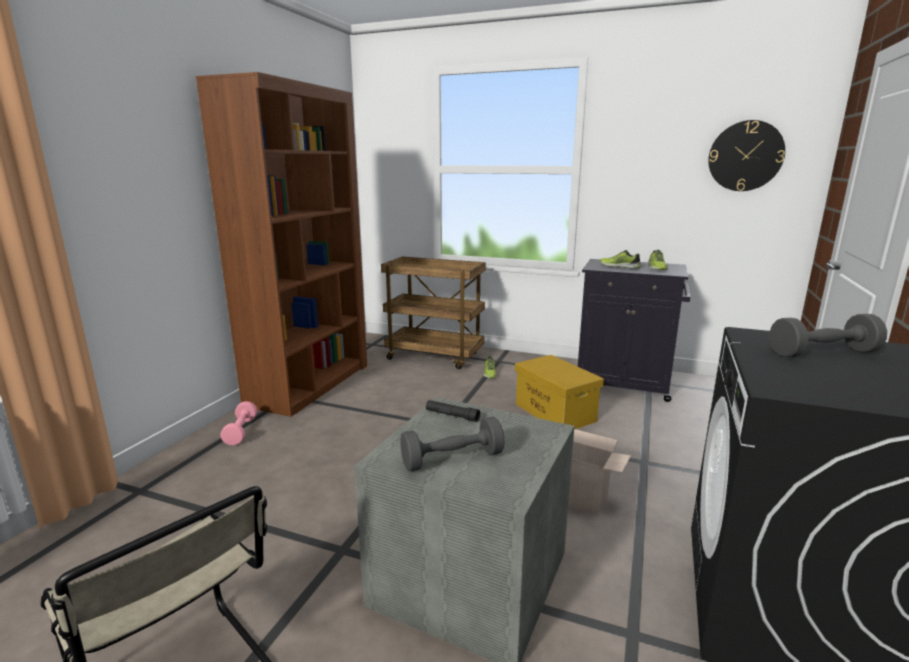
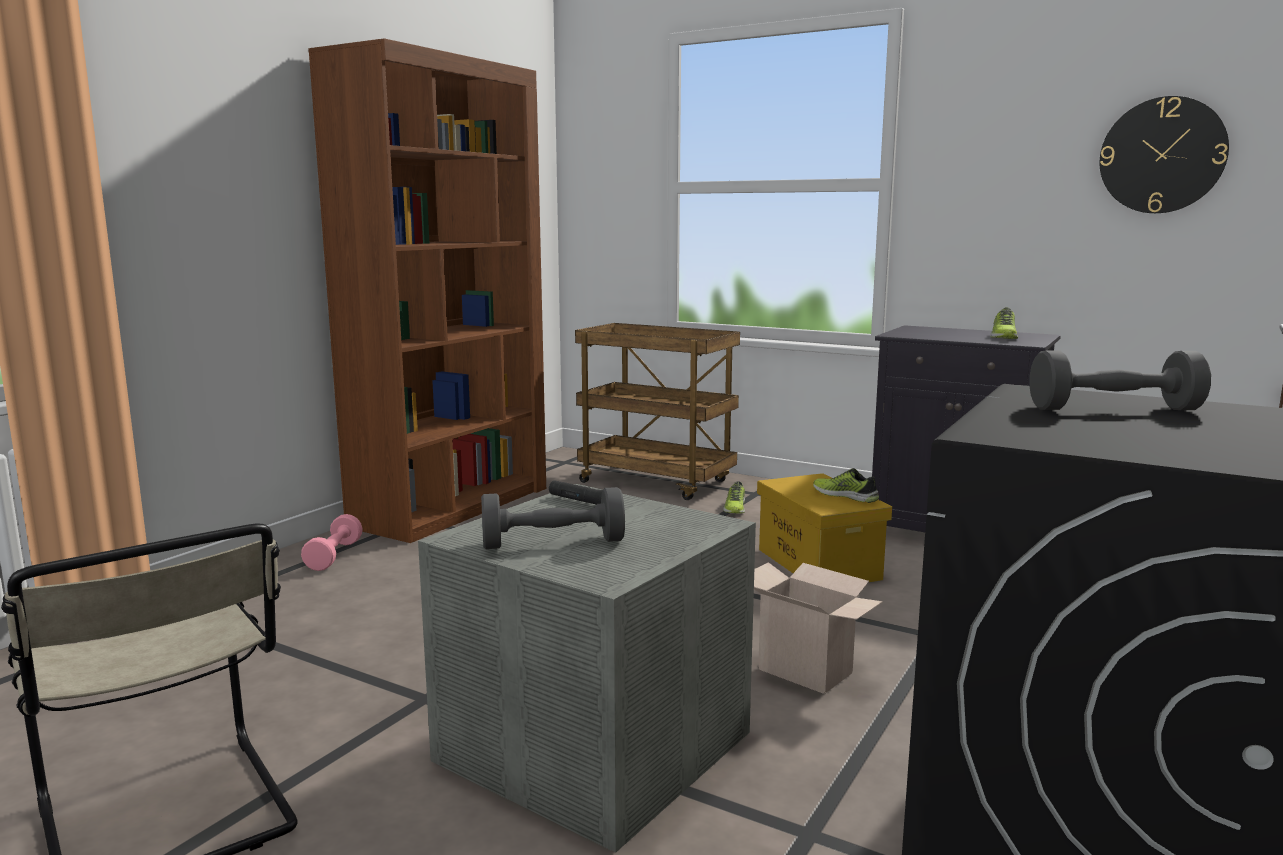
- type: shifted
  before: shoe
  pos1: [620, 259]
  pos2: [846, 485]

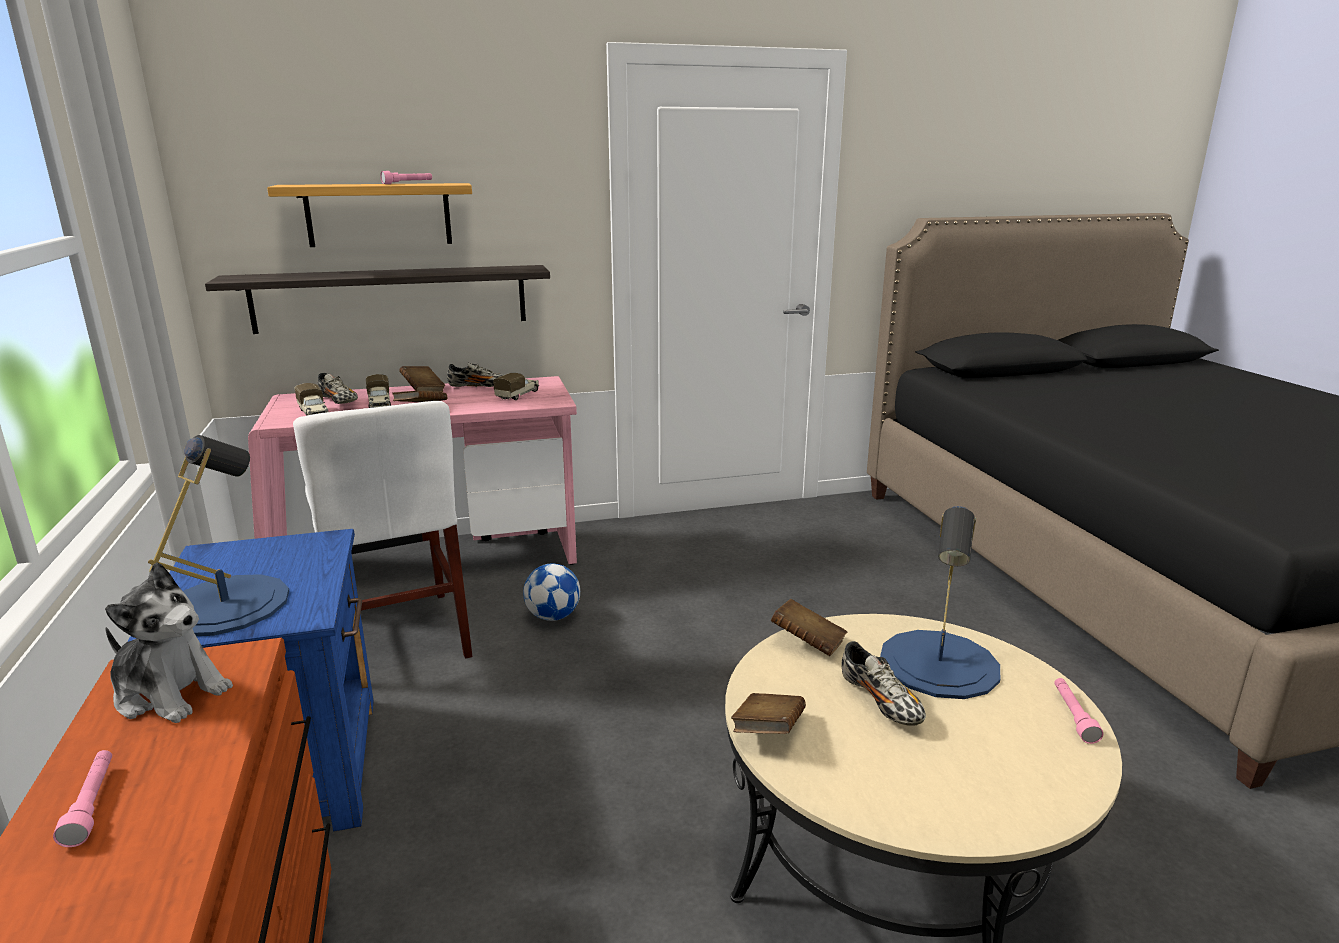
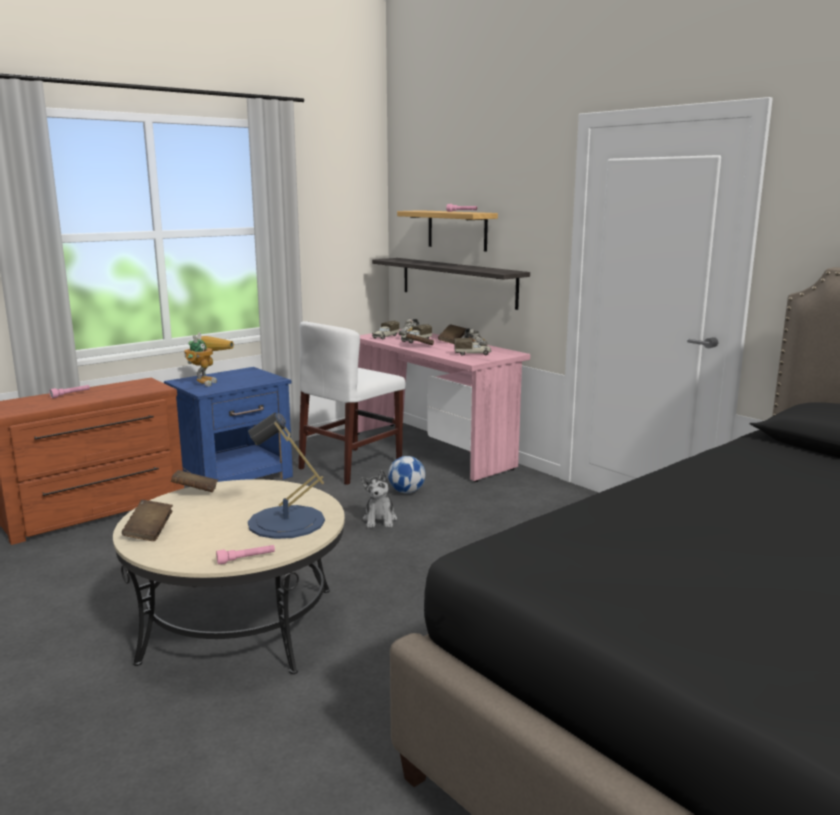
- type: gone
  before: shoe
  pos1: [884, 683]
- type: shifted
  before: plush toy
  pos1: [169, 642]
  pos2: [379, 499]
- type: shifted
  before: book in brown
  pos1: [809, 627]
  pos2: [147, 520]
- type: swapped
  before: table lamp in blue
  after: toy robot
  pos1: [218, 535]
  pos2: [209, 359]

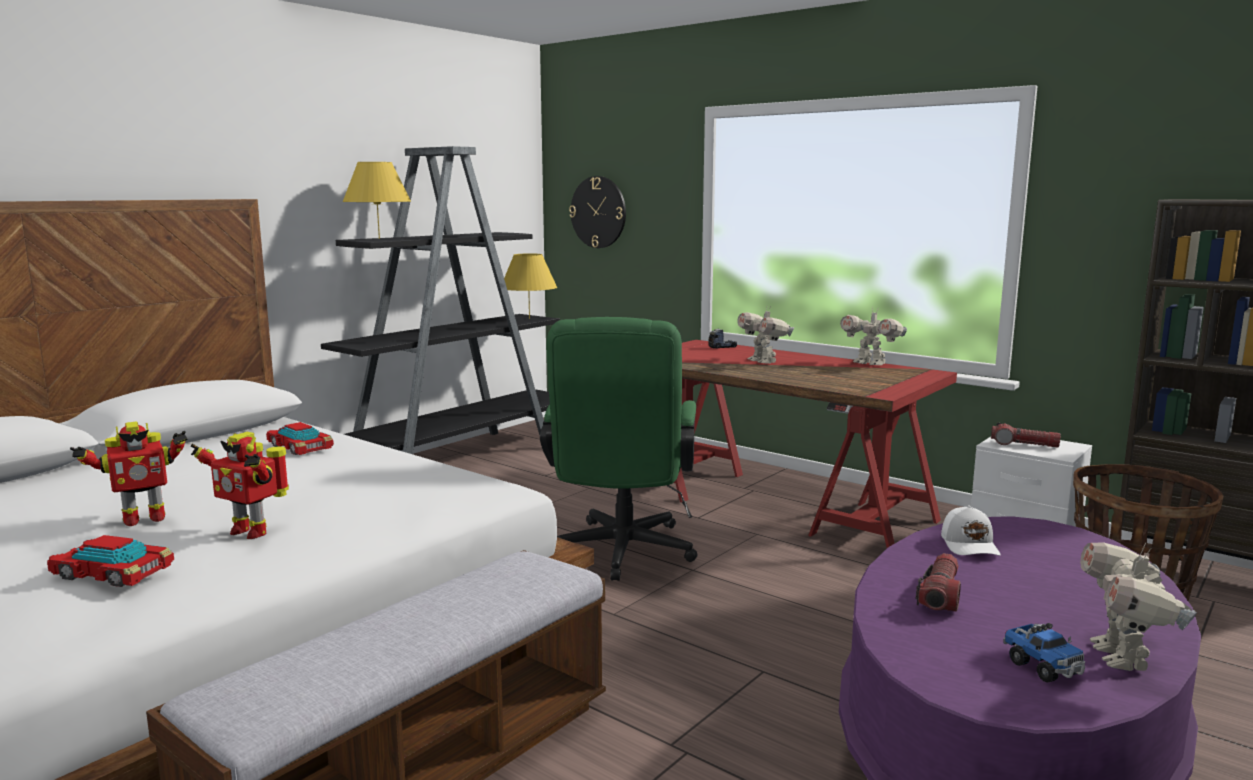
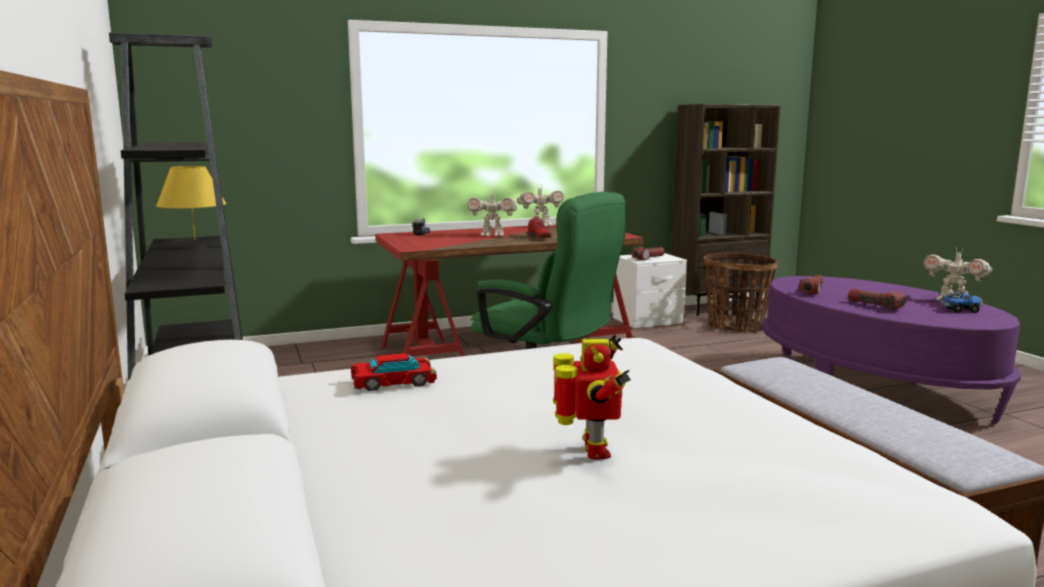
- type: gone
  before: toy car
  pos1: [110, 561]
- type: gone
  before: toy robot
  pos1: [240, 485]
- type: gone
  before: table lamp in yellow
  pos1: [376, 200]
- type: gone
  before: wall clock
  pos1: [597, 212]
- type: new
  after: shoe in red
  pos2: [539, 227]
- type: swapped
  before: cap in white
  after: flashlight
  pos1: [971, 530]
  pos2: [811, 284]

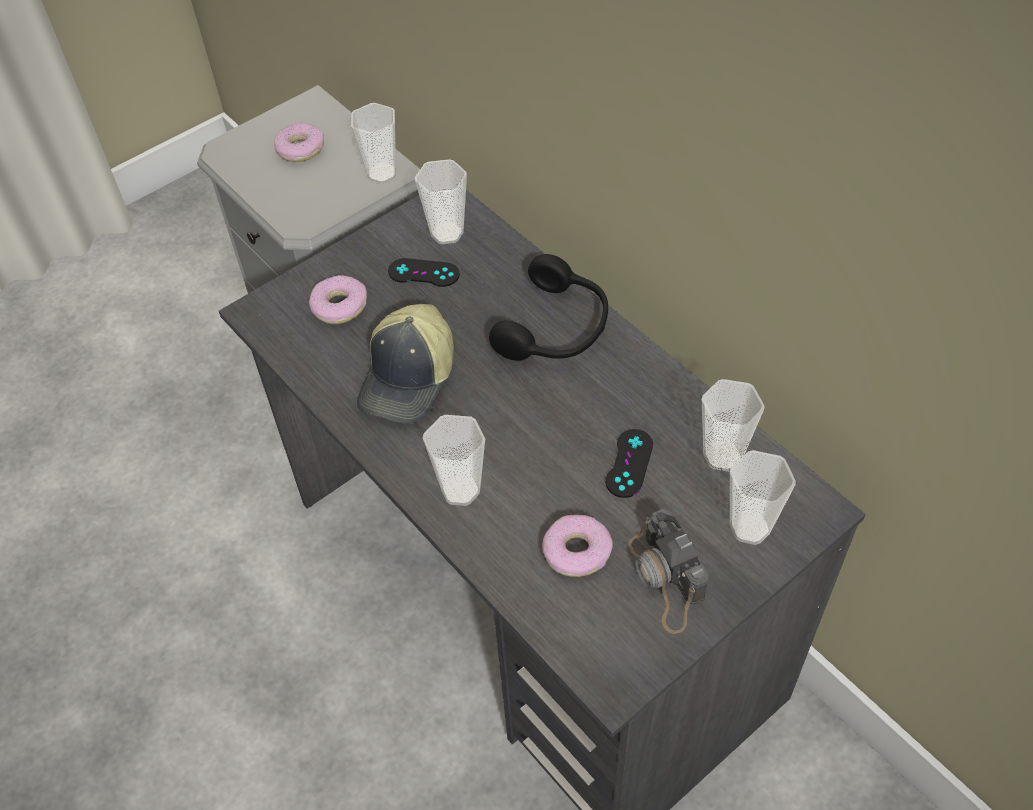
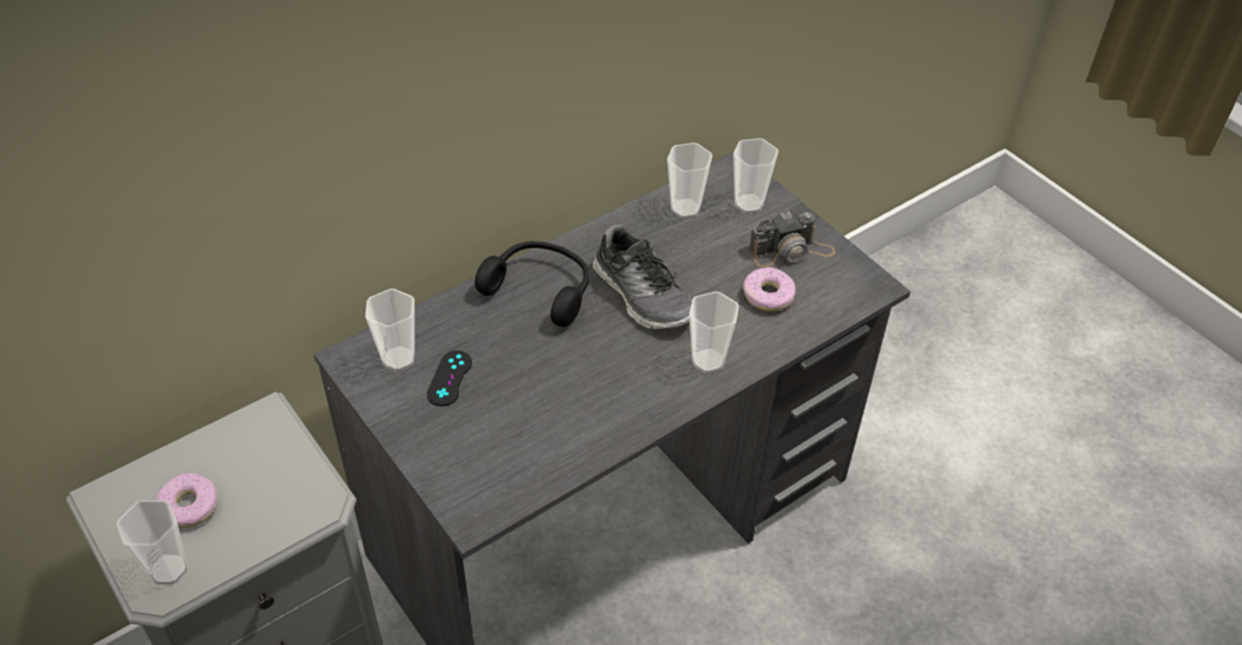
- type: gone
  before: donut
  pos1: [338, 299]
- type: gone
  before: cap
  pos1: [405, 363]
- type: gone
  before: game controller in black
  pos1: [629, 463]
- type: new
  after: shoe
  pos2: [642, 277]
- type: shifted
  before: cup
  pos1: [373, 143]
  pos2: [152, 542]

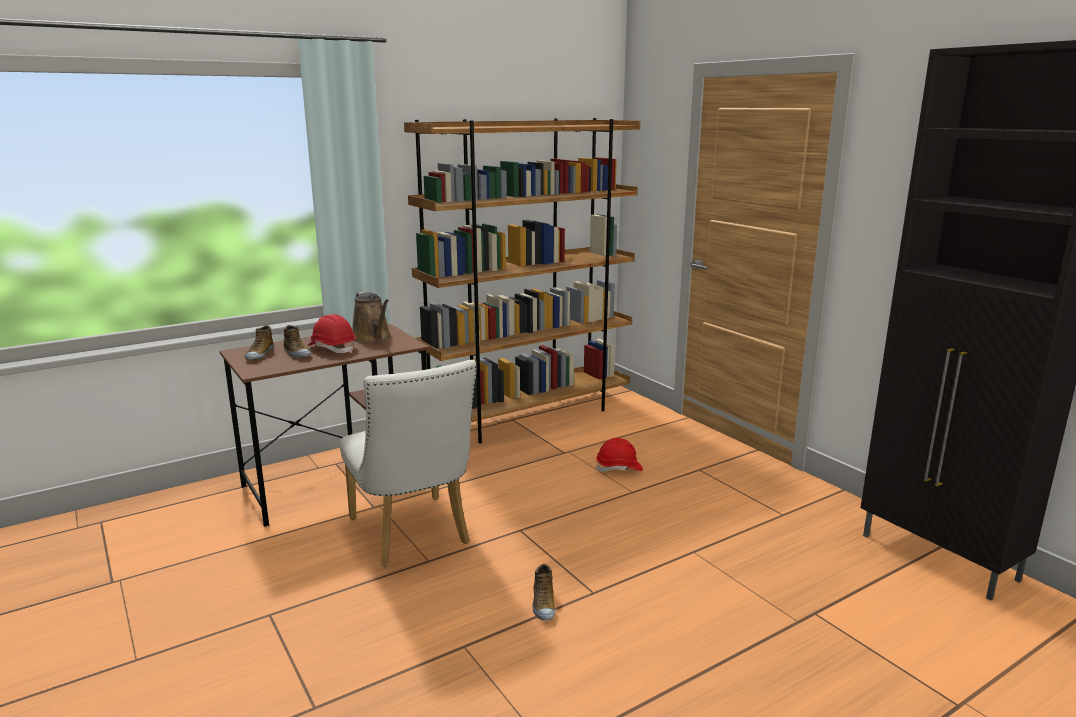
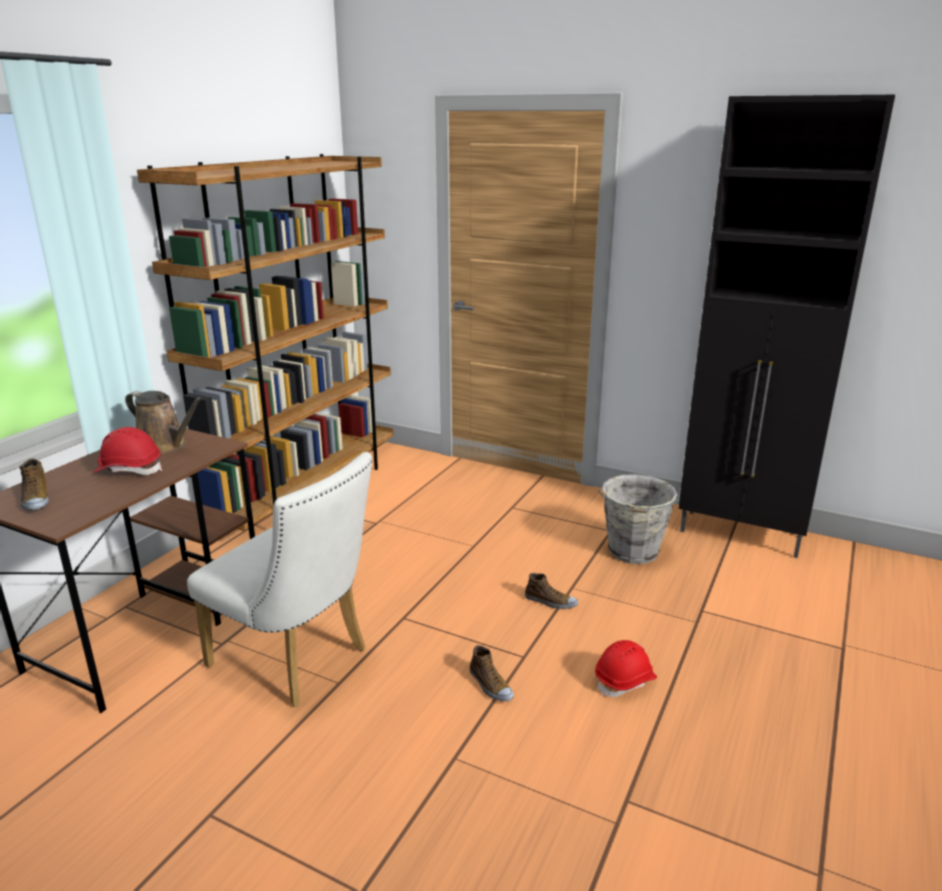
- type: new
  after: bucket in grey
  pos2: [639, 519]
- type: shifted
  before: shoe
  pos1: [297, 341]
  pos2: [551, 591]
- type: shifted
  before: hard hat in red
  pos1: [619, 455]
  pos2: [626, 668]

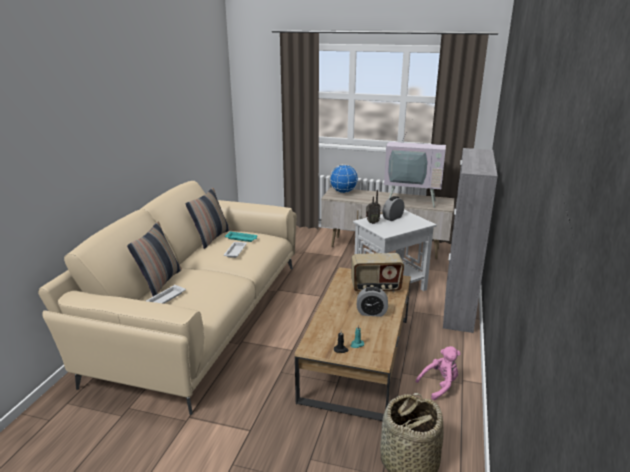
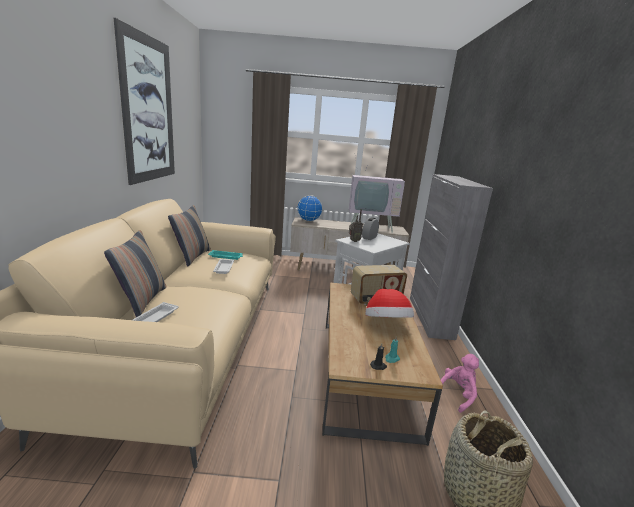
- type: new
  after: picture
  pos2: [144, 101]
- type: swapped
  before: alarm clock
  after: hat
  pos1: [372, 302]
  pos2: [389, 303]

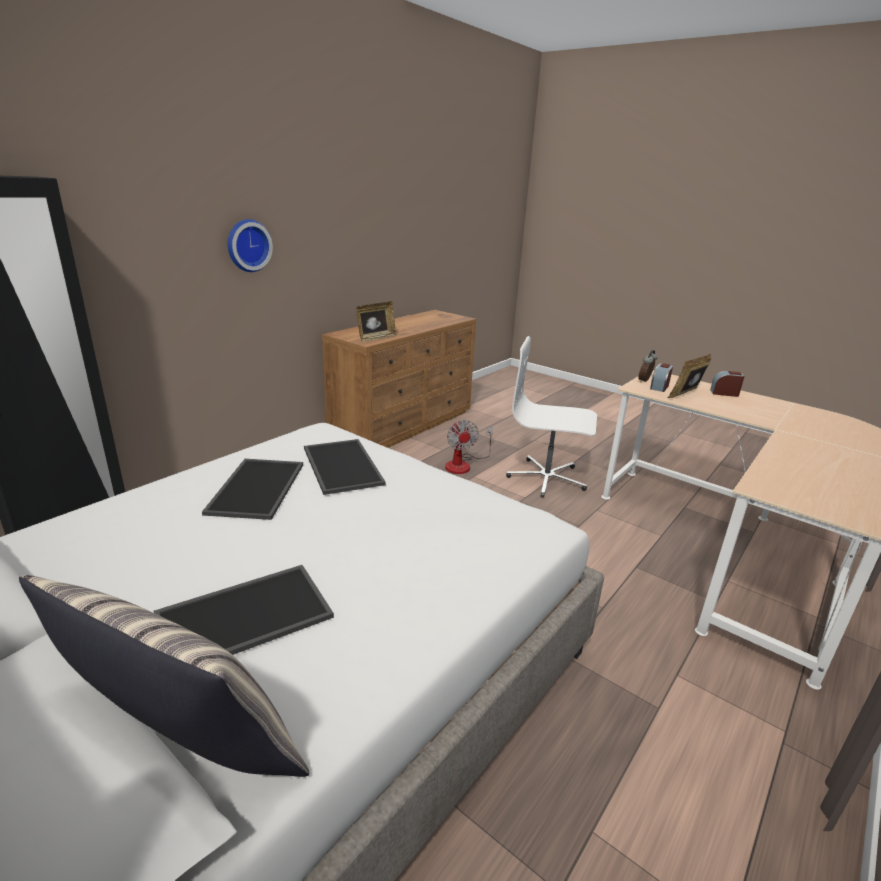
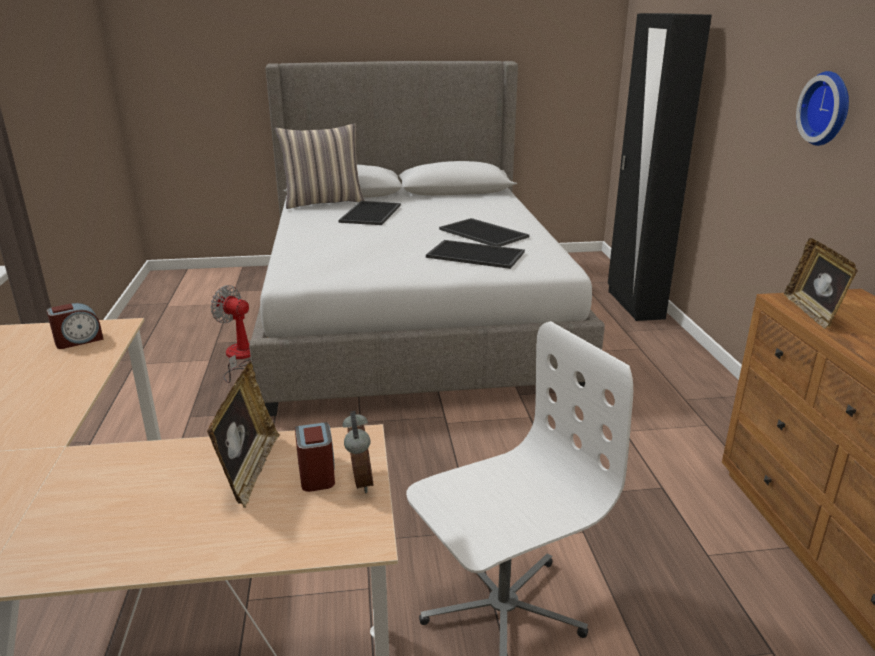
- type: shifted
  before: fan
  pos1: [469, 447]
  pos2: [230, 334]
- type: shifted
  before: alarm clock
  pos1: [727, 384]
  pos2: [75, 326]

